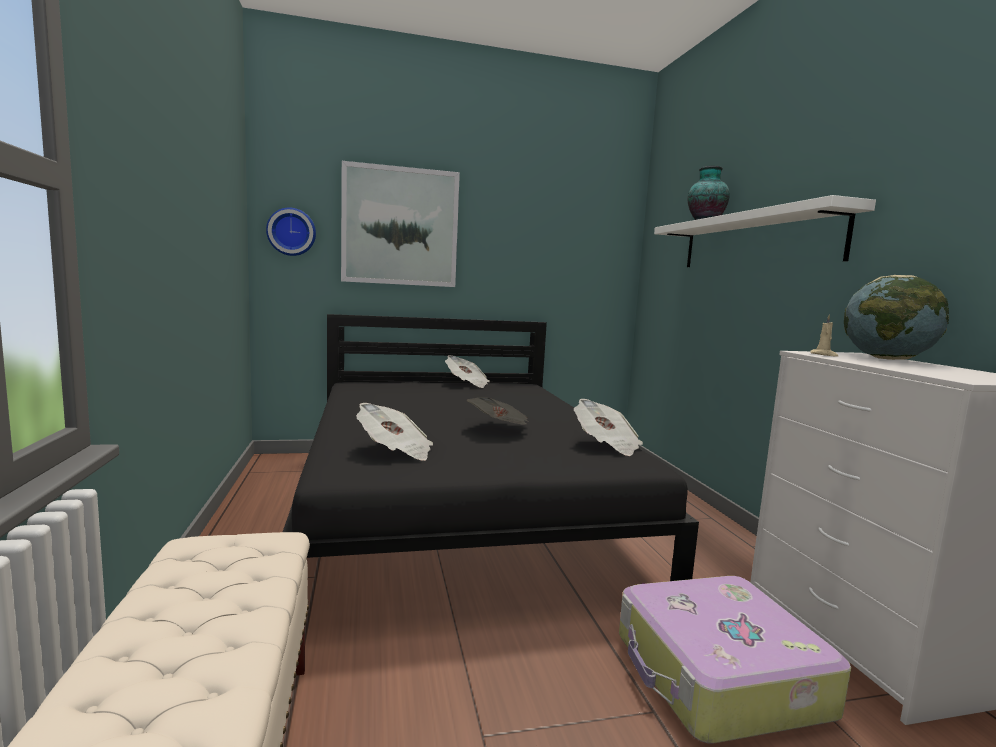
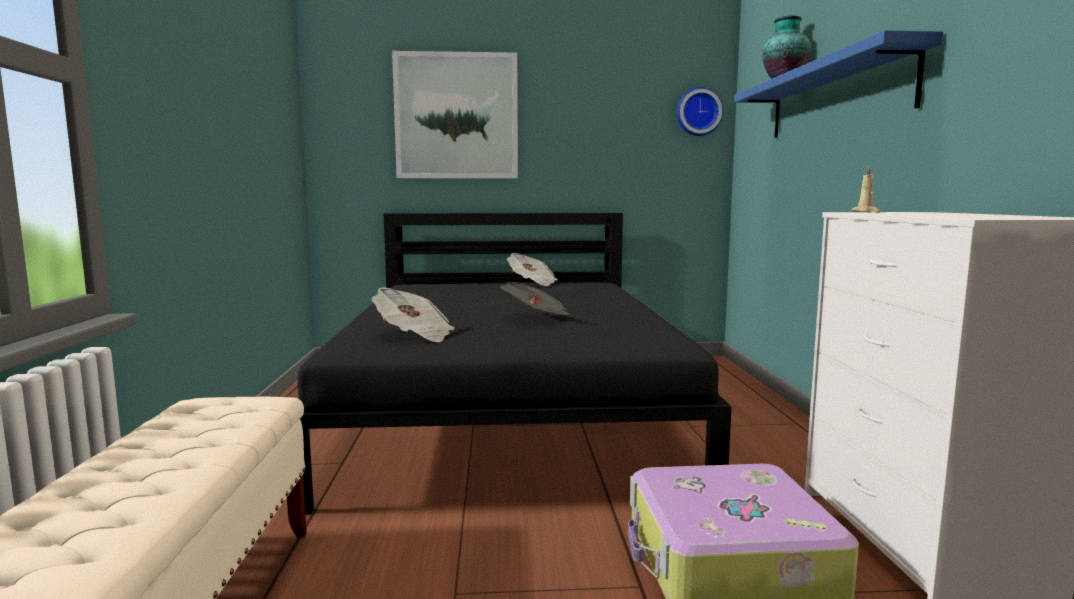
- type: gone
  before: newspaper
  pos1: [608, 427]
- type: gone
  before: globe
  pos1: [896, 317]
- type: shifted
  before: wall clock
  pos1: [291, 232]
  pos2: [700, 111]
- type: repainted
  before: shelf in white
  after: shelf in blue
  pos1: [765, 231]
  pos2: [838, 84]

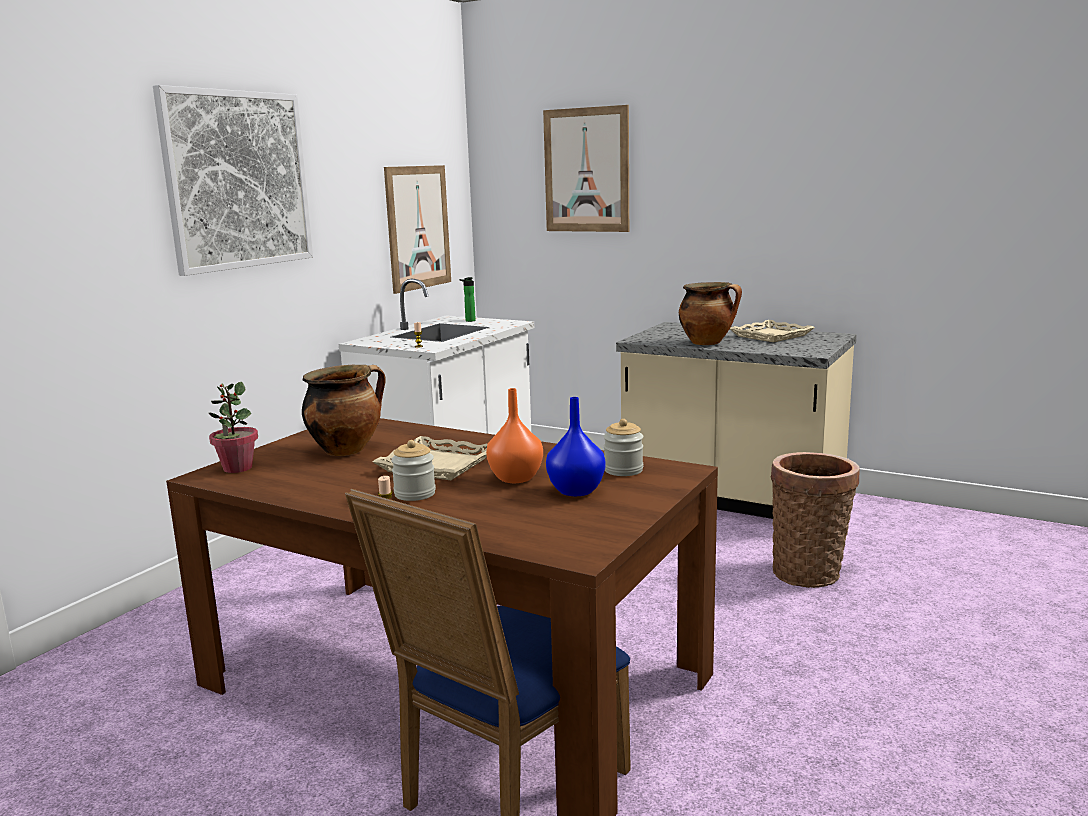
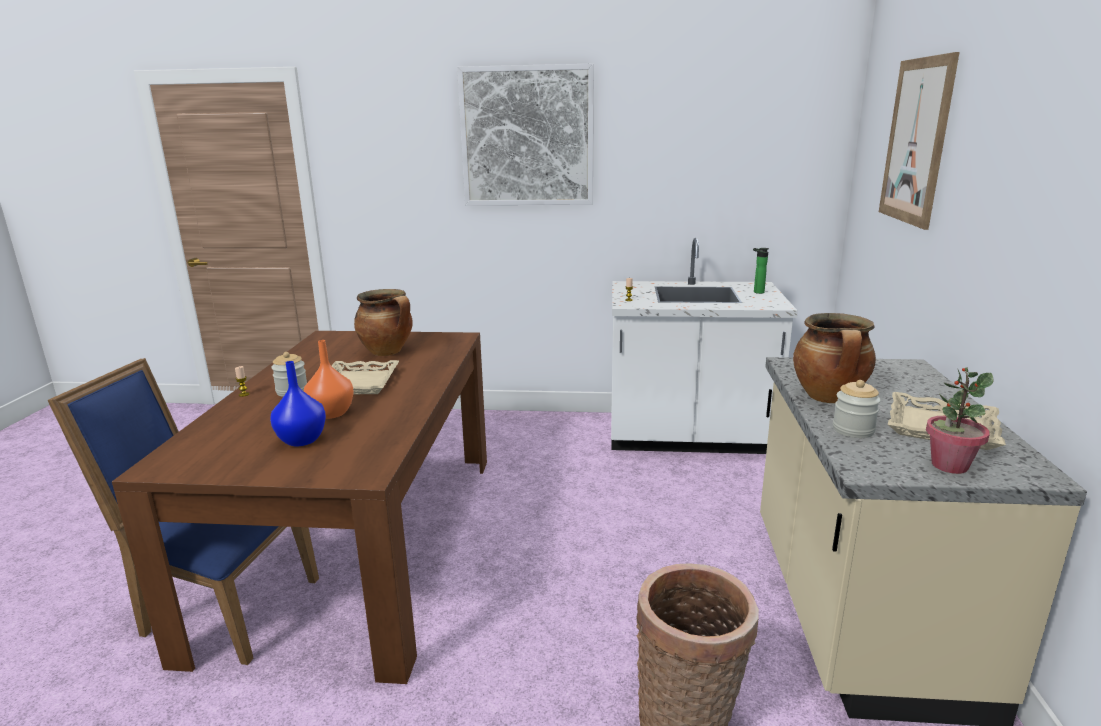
- type: gone
  before: picture
  pos1: [417, 229]
- type: shifted
  before: potted plant
  pos1: [233, 427]
  pos2: [959, 420]
- type: shifted
  before: jar
  pos1: [623, 447]
  pos2: [857, 409]

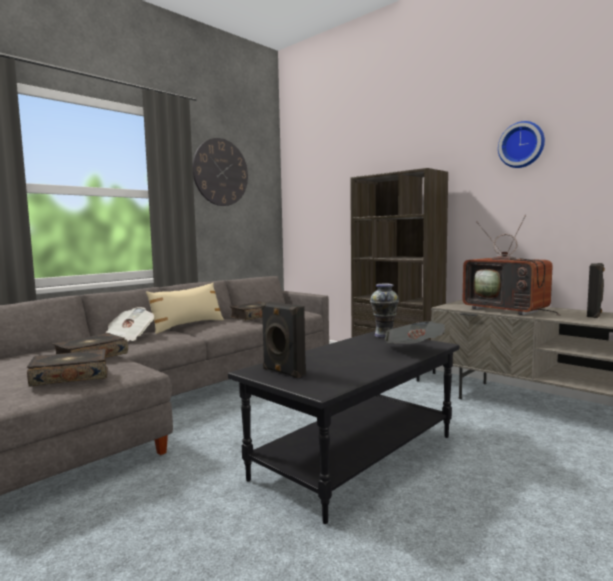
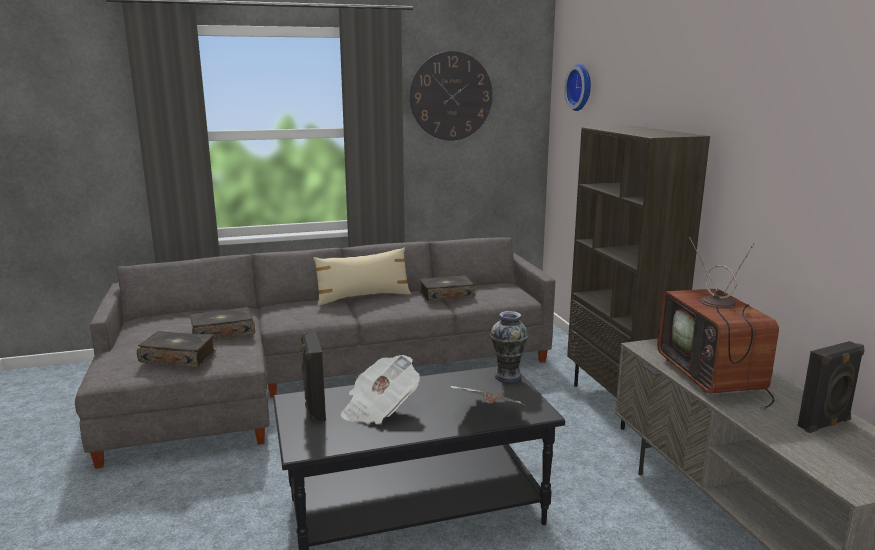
- type: shifted
  before: newspaper
  pos1: [129, 324]
  pos2: [380, 389]
- type: shifted
  before: wall clock
  pos1: [521, 144]
  pos2: [577, 87]

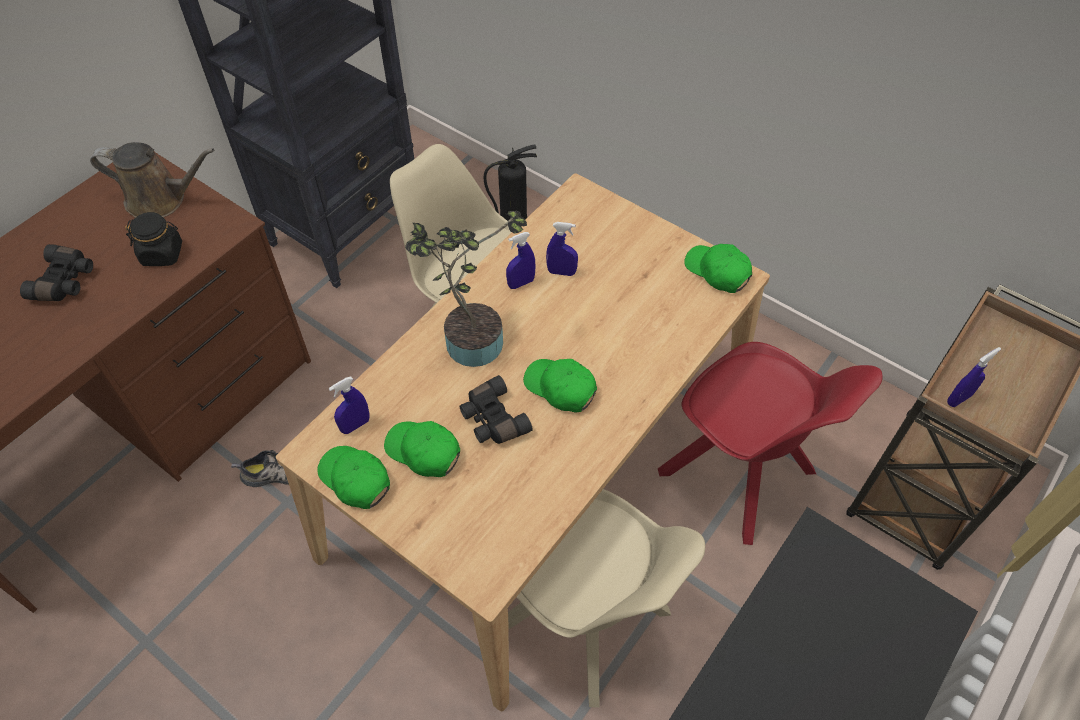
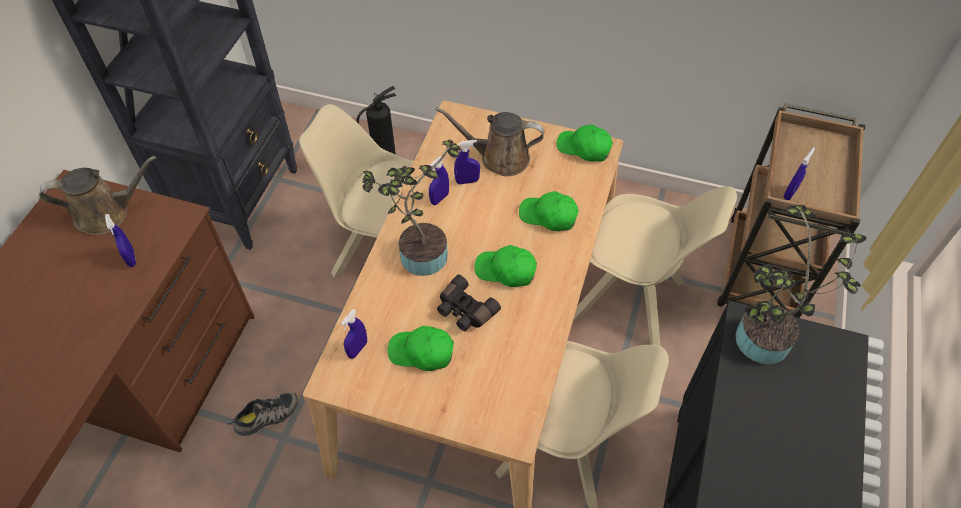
- type: gone
  before: binoculars in black
  pos1: [56, 272]
- type: new
  after: watering can in brown
  pos2: [490, 141]
- type: new
  after: potted plant
  pos2: [801, 284]
- type: shifted
  before: cap in green
  pos1: [353, 477]
  pos2: [549, 211]
- type: swapped
  before: jar in black
  after: spray bottle in blue
  pos1: [153, 239]
  pos2: [120, 240]
- type: repainted
  before: chair in red
  after: chair in beige
  pos1: [770, 443]
  pos2: [655, 266]

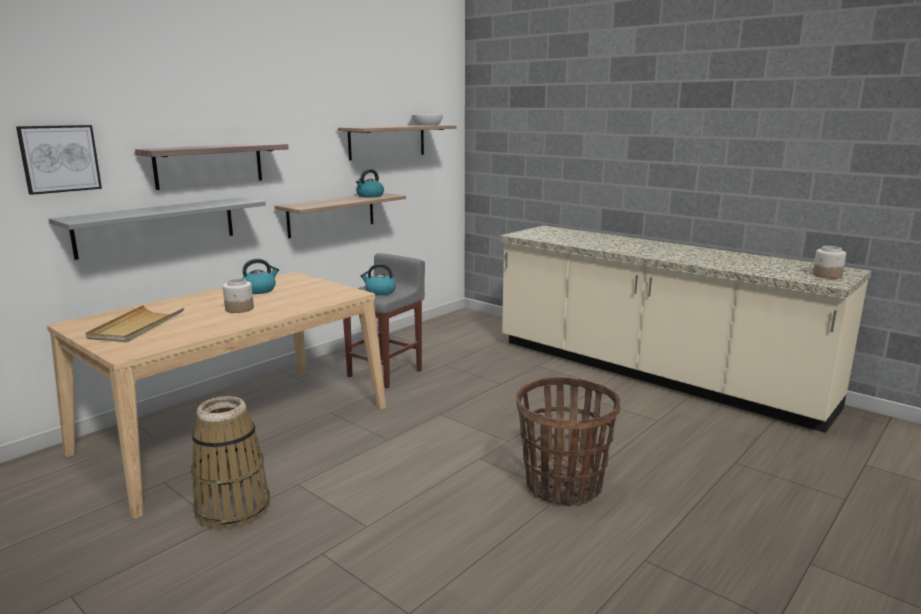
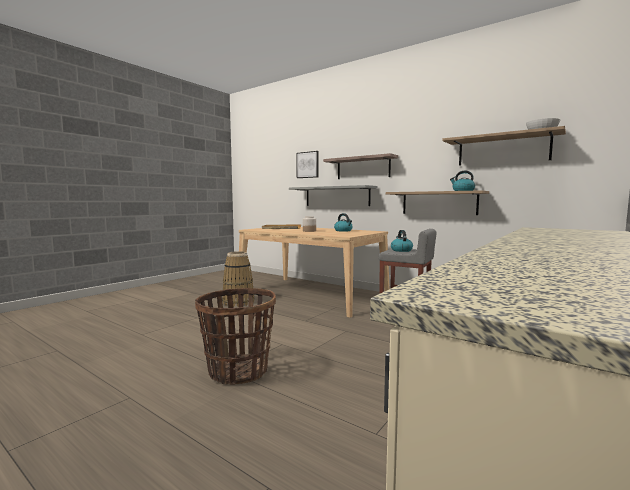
- type: gone
  before: jar
  pos1: [829, 262]

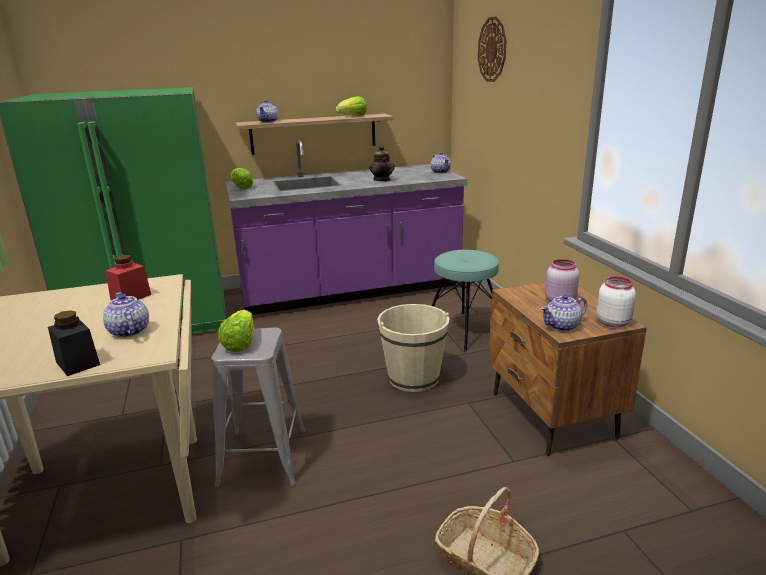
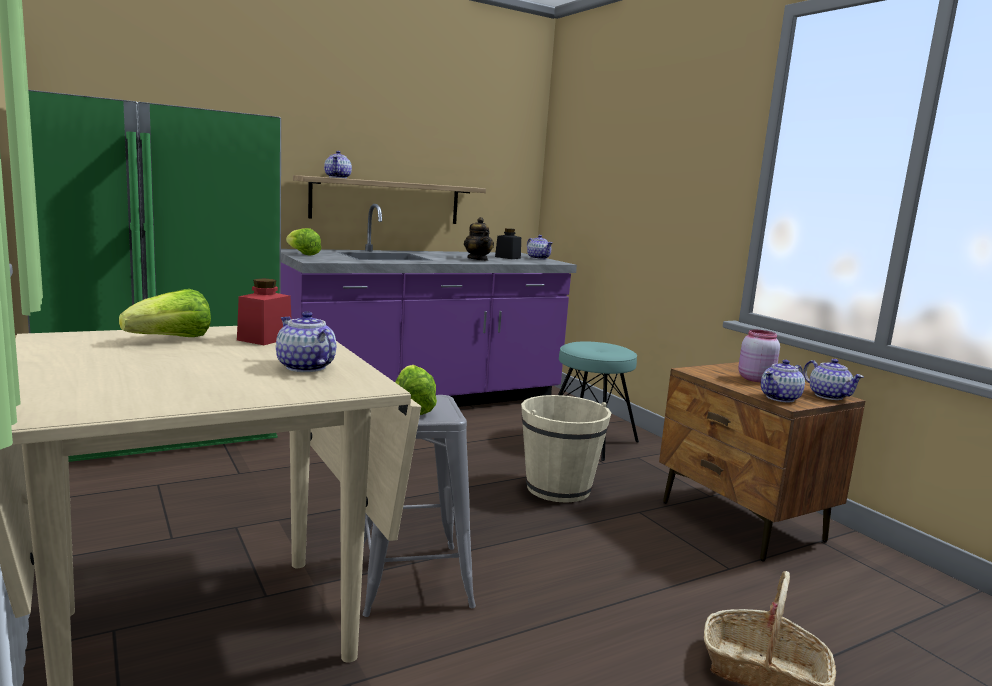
- type: gone
  before: wall clock
  pos1: [492, 49]
- type: shifted
  before: jar in black
  pos1: [74, 343]
  pos2: [508, 243]
- type: shifted
  before: lettuce
  pos1: [351, 106]
  pos2: [165, 313]
- type: swapped
  before: jar in white
  after: teapot
  pos1: [616, 302]
  pos2: [833, 379]

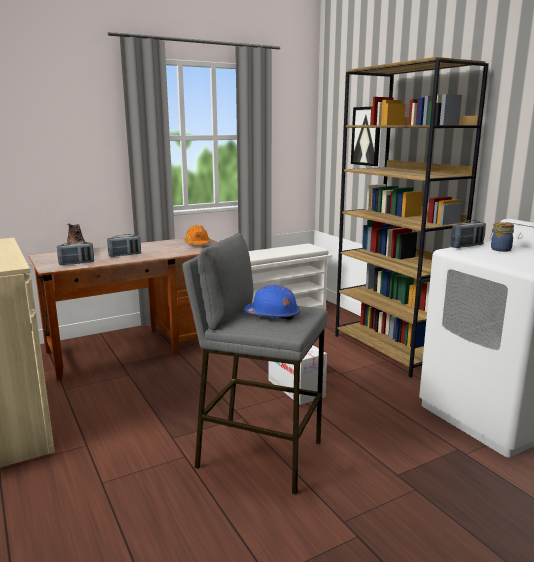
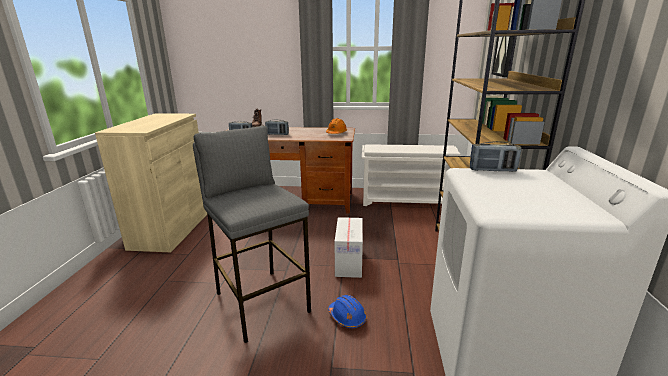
- type: gone
  before: jar
  pos1: [502, 237]
- type: shifted
  before: hard hat in blue
  pos1: [272, 302]
  pos2: [347, 311]

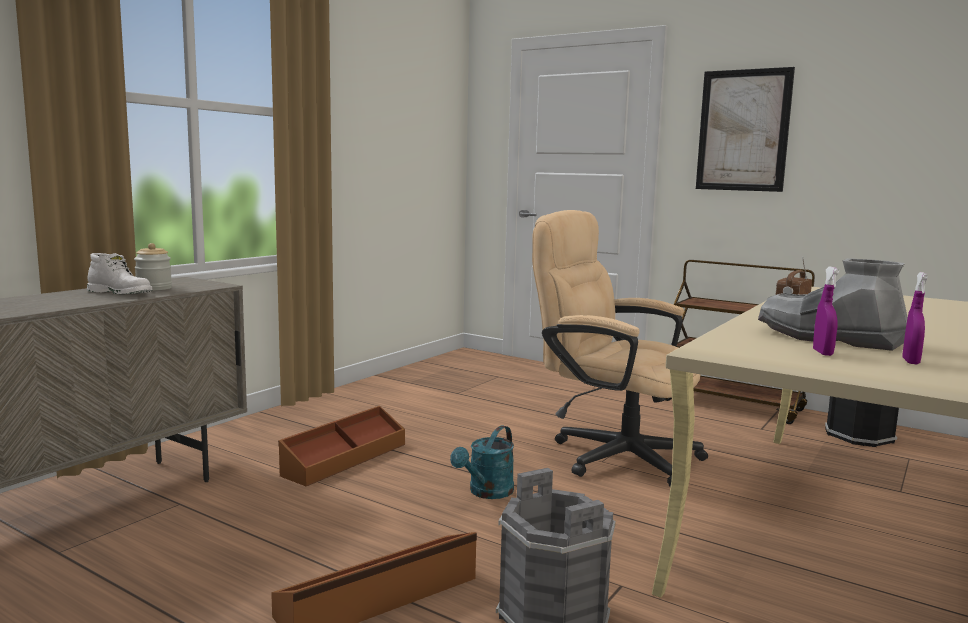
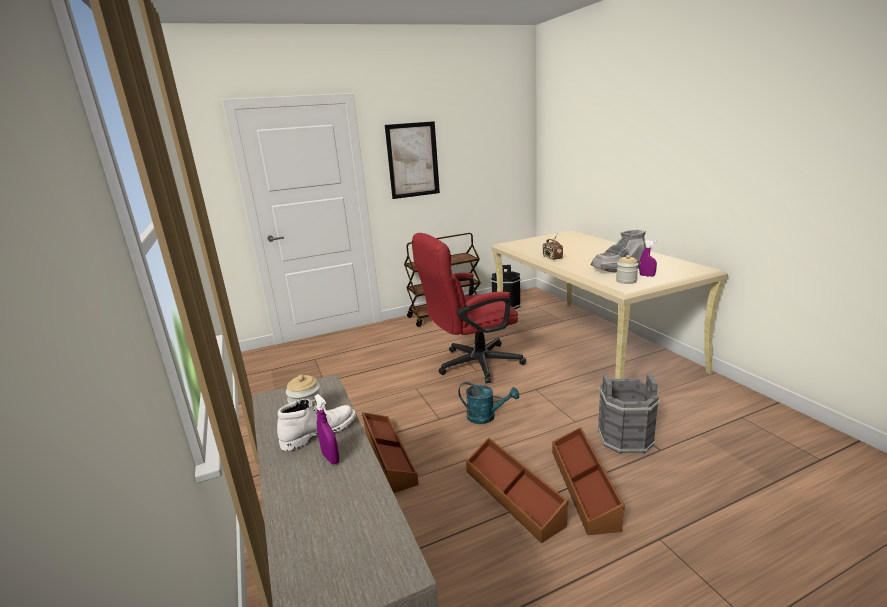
- type: new
  after: storage box in brown
  pos2: [517, 490]
- type: new
  after: jar
  pos2: [627, 269]
- type: shifted
  before: spray bottle in purple
  pos1: [915, 318]
  pos2: [327, 429]
- type: repainted
  before: office chair in beige
  after: office chair in red
  pos1: [620, 348]
  pos2: [469, 308]
- type: rotated
  before: watering can in turquoise
  pos1: [482, 462]
  pos2: [488, 403]
  turn: -45

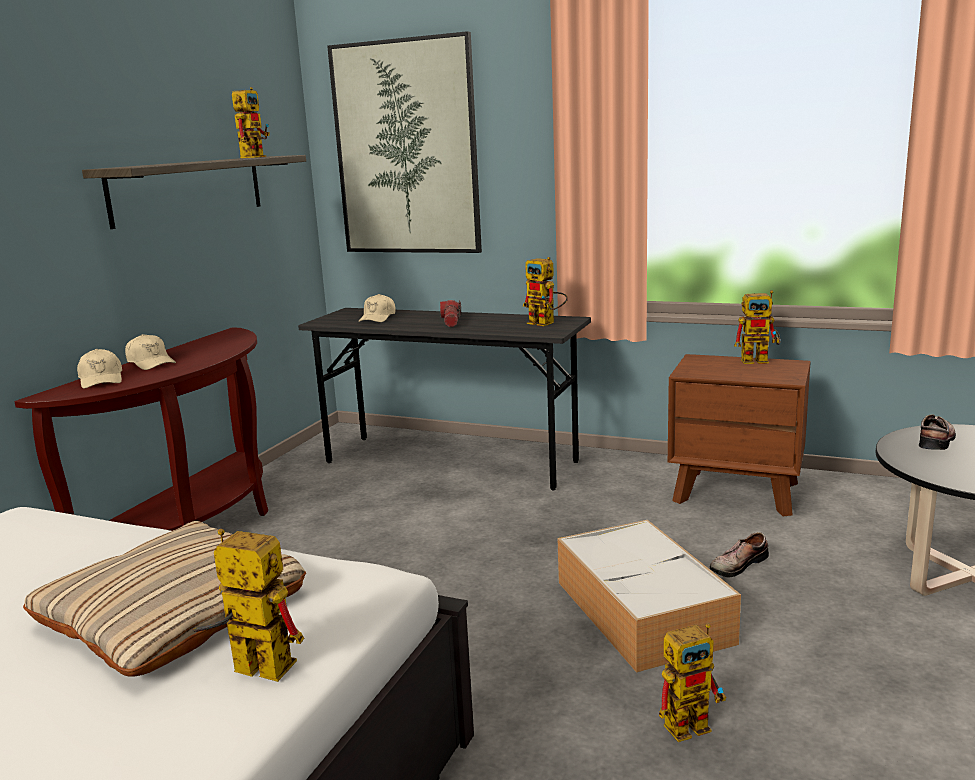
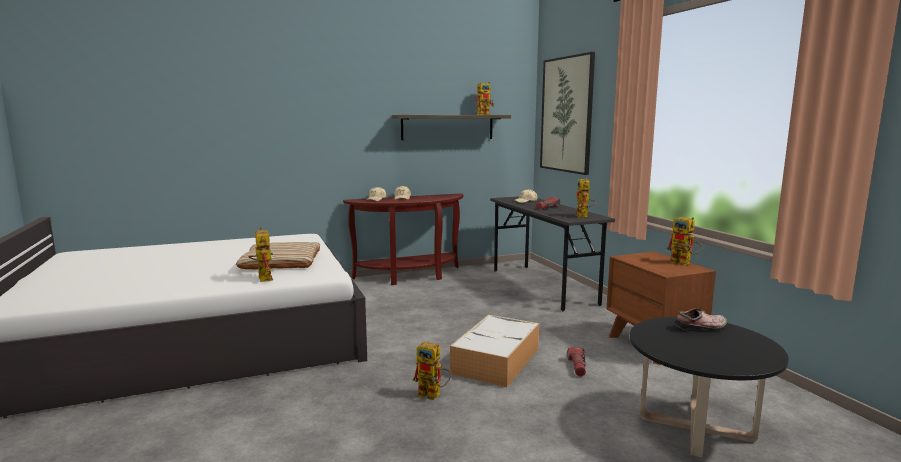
- type: swapped
  before: shoe
  after: flashlight
  pos1: [739, 554]
  pos2: [577, 361]

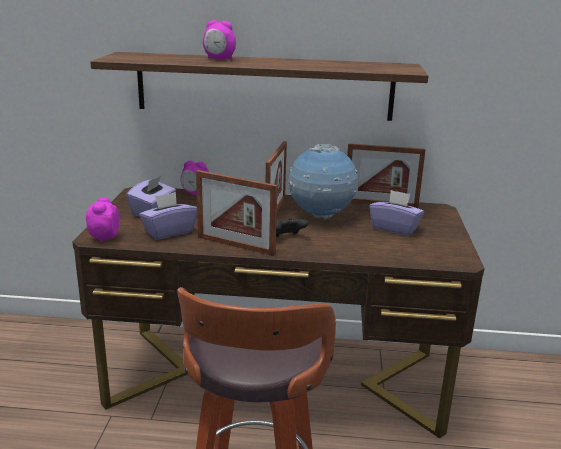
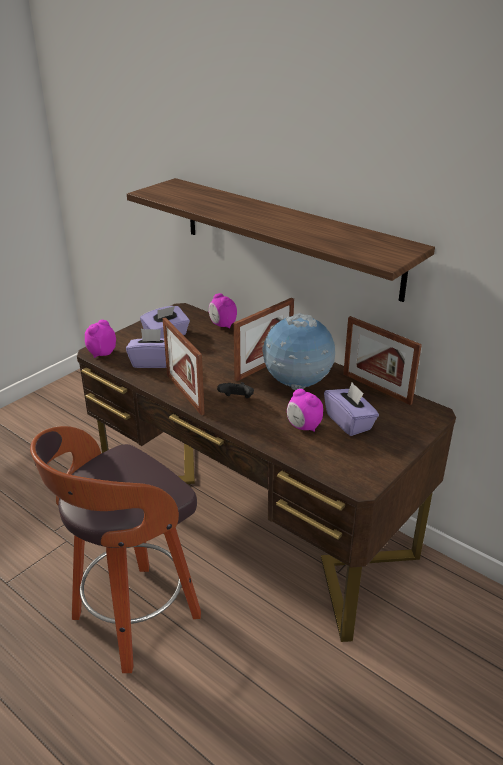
- type: shifted
  before: alarm clock
  pos1: [219, 40]
  pos2: [305, 410]

